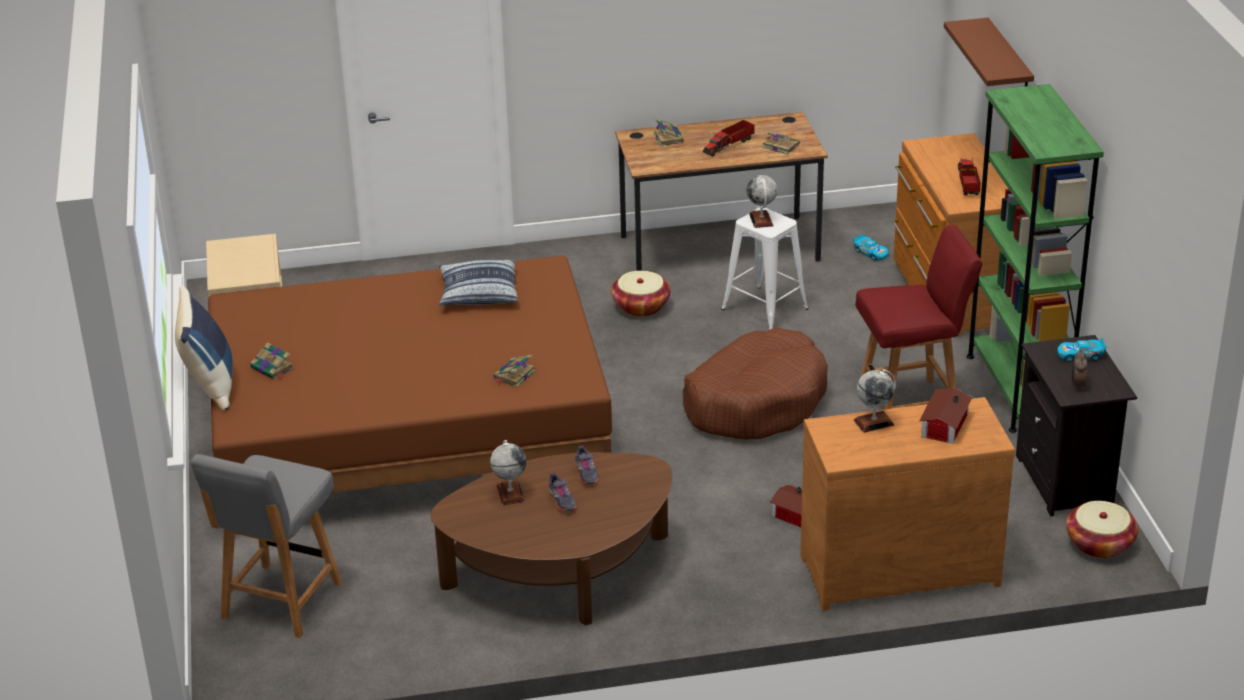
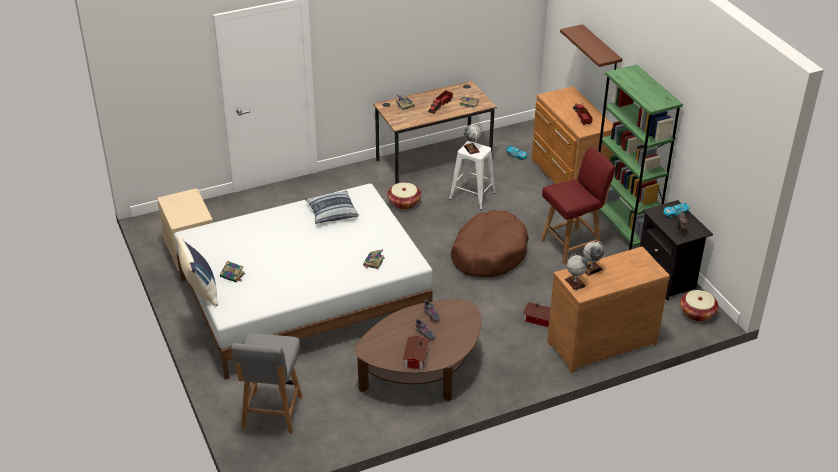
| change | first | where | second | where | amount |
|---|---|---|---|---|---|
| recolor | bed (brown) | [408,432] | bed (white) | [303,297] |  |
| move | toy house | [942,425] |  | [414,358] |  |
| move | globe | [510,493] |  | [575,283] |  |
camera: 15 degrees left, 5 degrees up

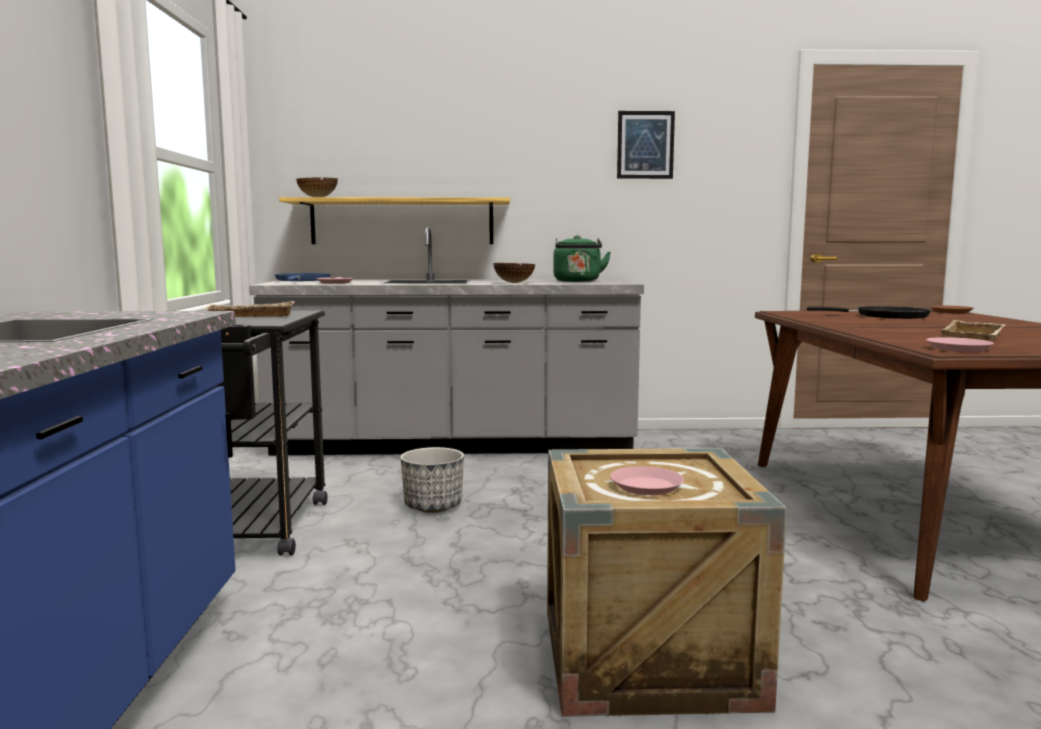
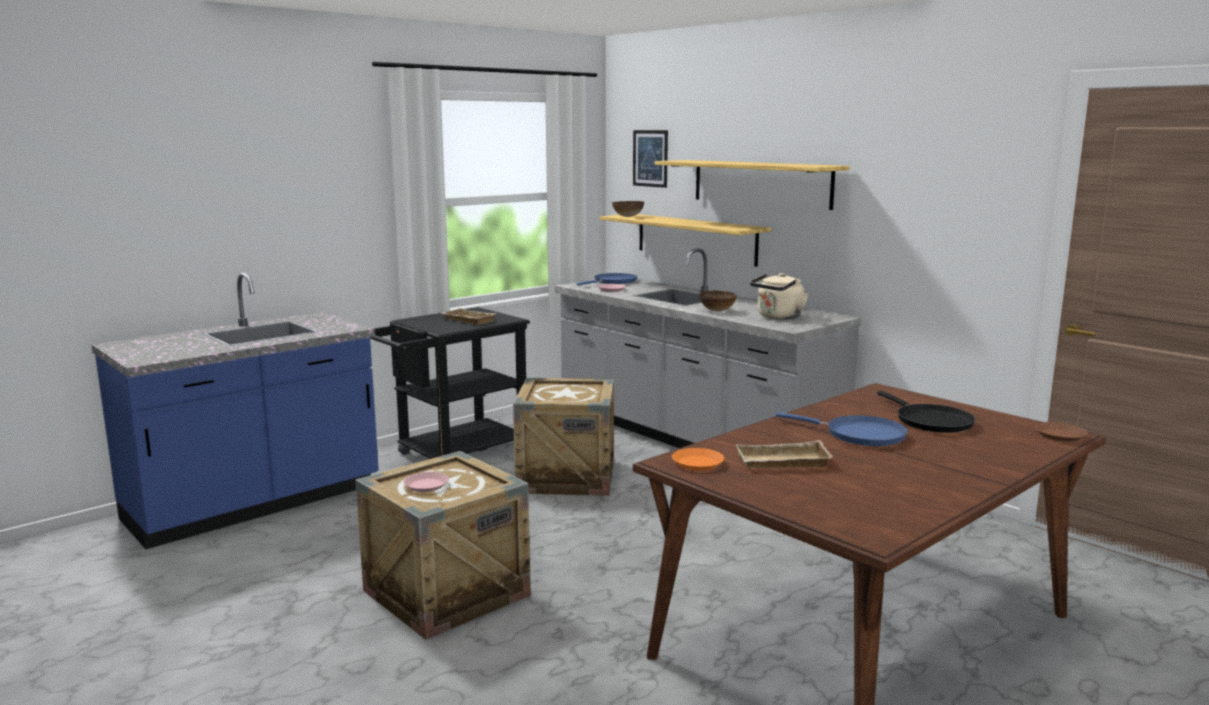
| change | first | where | second | where | amount |
|---|---|---|---|---|---|
| replace | planter | [433,506] | crate | [566,477] |  |
| move | picture | [645,145] |  | [650,158] |  |
| insert |  |  | shelf | [761,183] |  |
| recolor | plate (pink) | [958,349] | plate (orange) | [697,463] |  |
| recolor | kettle (green) | [577,281] | kettle (beige) | [778,317] |  |
| insert |  |  | frying pan (blue) | [859,435] |  |
camera: 50 degrees right, 5 degrees up

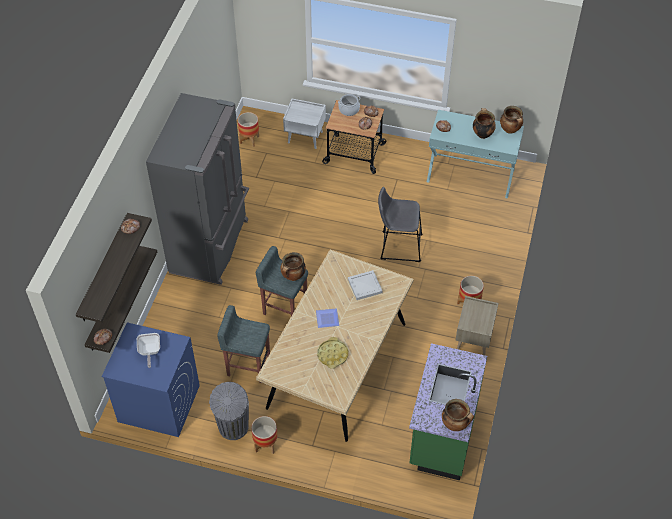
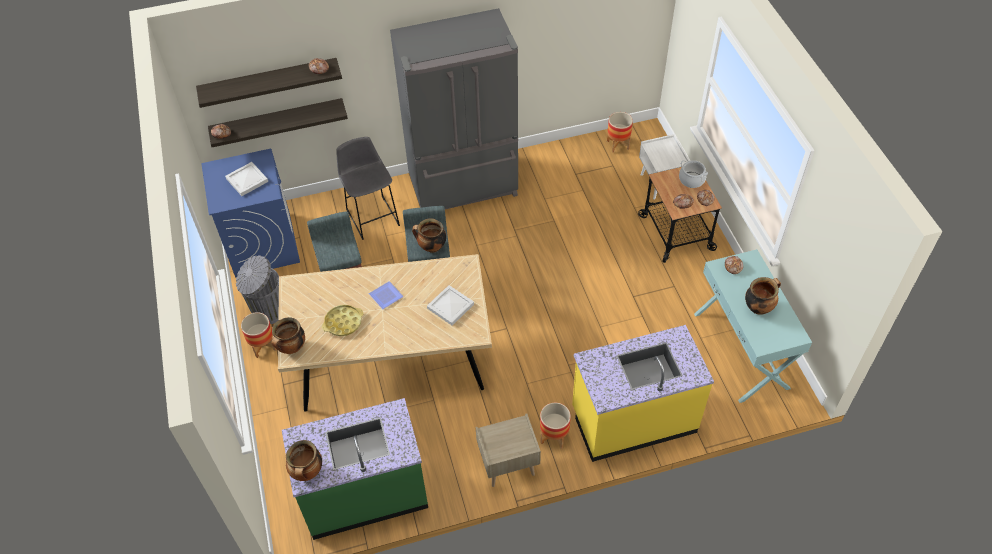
| change | first | where | second | where | amount |
|---|---|---|---|---|---|
| replace | frying pan | [149,352] | tray (white) | [246,180] |  |
| move | cooking pot | [510,130] |  | [291,348] |  |
| move | stool (grey) | [398,246] |  | [372,215] |  |
| insert |  |  | counter (yellow) | [633,419] |  |
camera: 60 degrees right, 0 degrees up

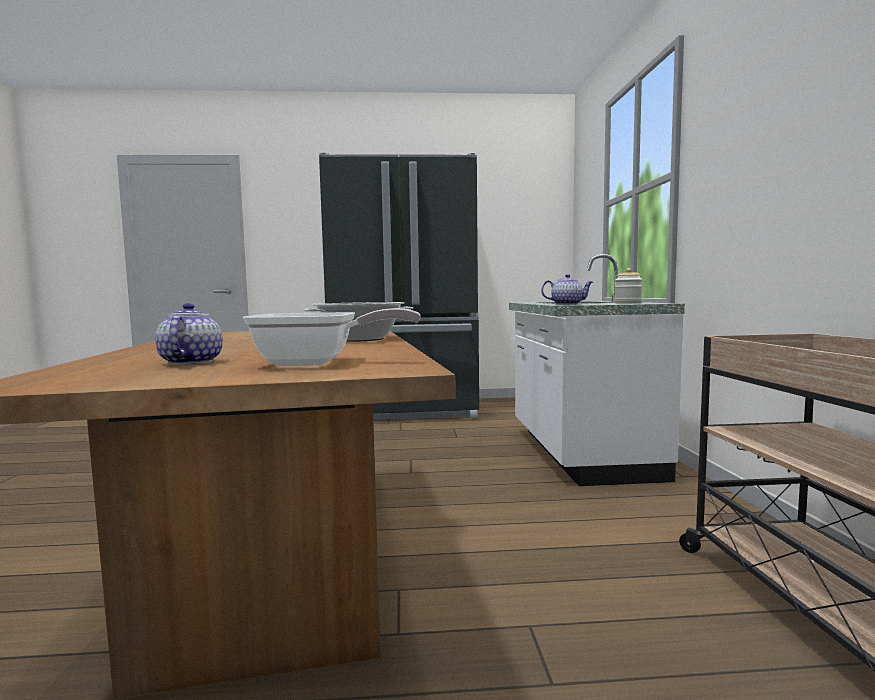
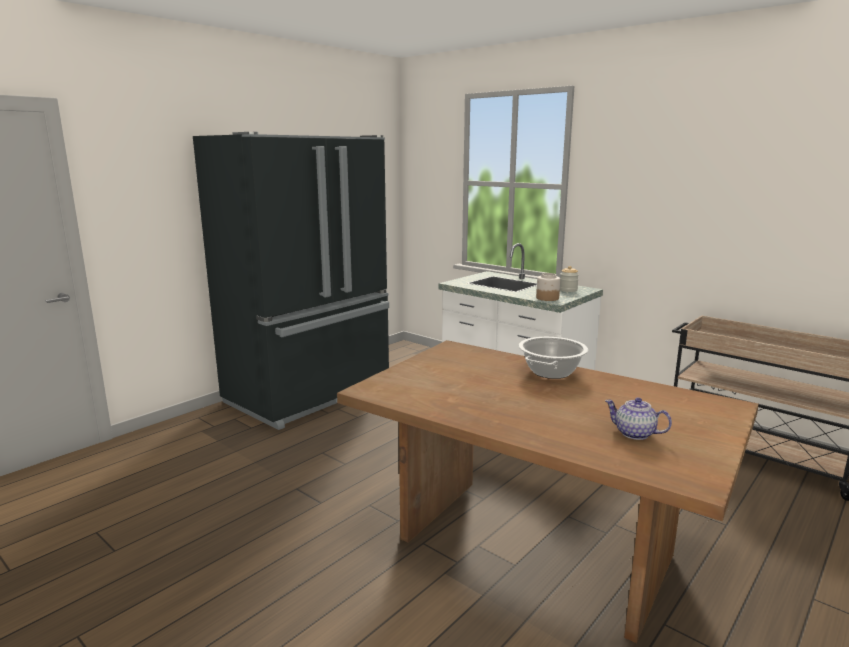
| change | first | where | second | where | amount |
|---|---|---|---|---|---|
| replace | teapot | [567,304] | jar | [547,298] |  |
| delete | frying pan | [317,363] |  |  |  |
camera: 45 degrees left, 10 degrees up

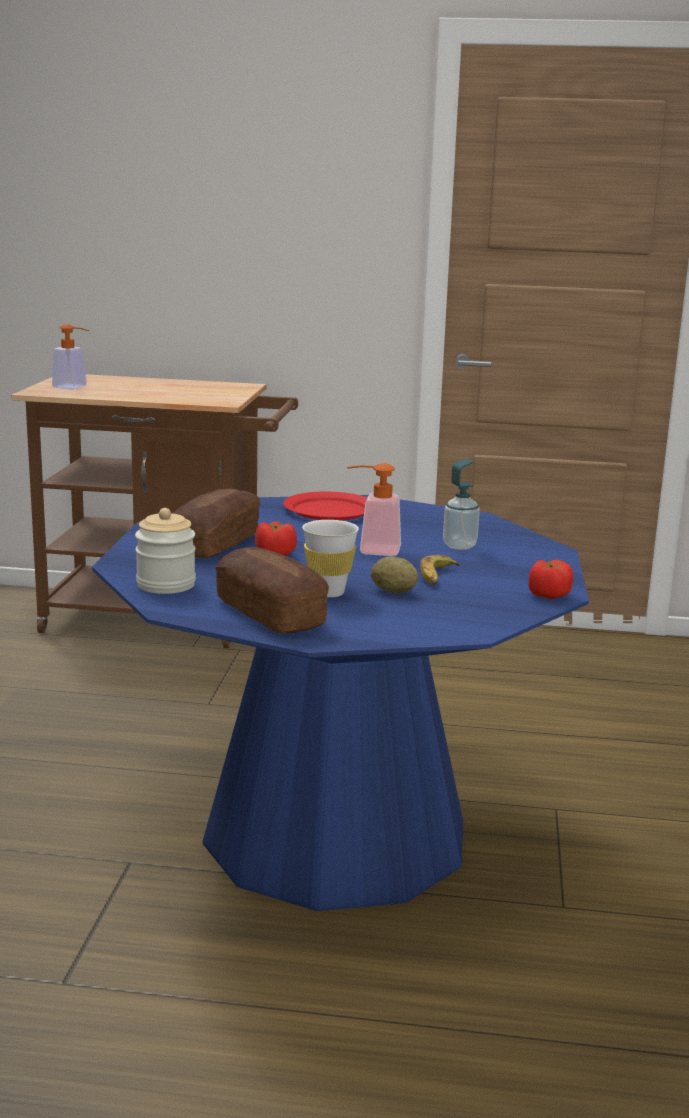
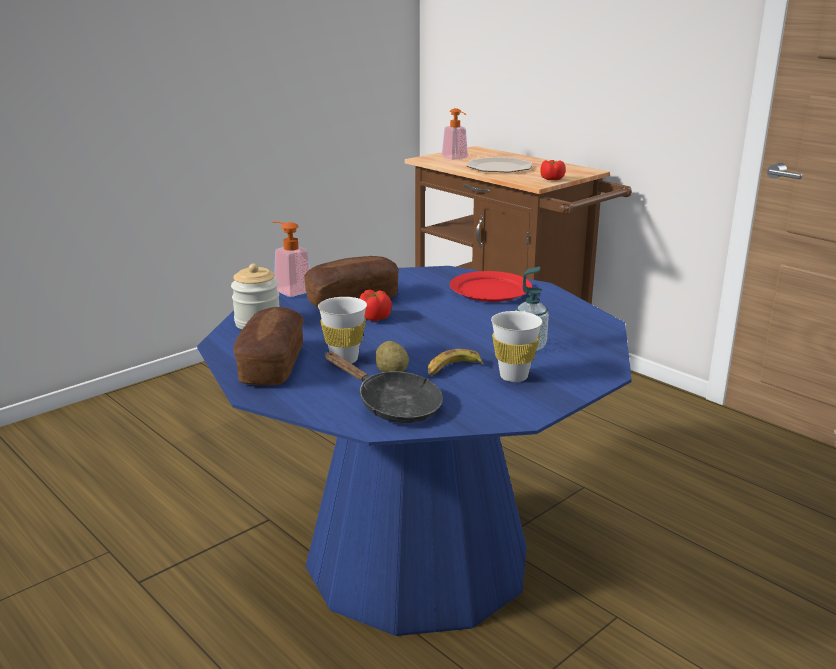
| change | first | where | second | where | amount |
|---|---|---|---|---|---|
| move | soap dispenser | [371,550] |  | [289,289] |  |
| insert |  |  | frying pan (black) | [392,405] |  |
| insert |  |  | plate | [499,167] |  |
| insert |  |  | cup (white) | [513,376] |  |
| move | tomato | [548,595] |  | [552,179] |  |
camera: 40 degrees right, 5 degrees up

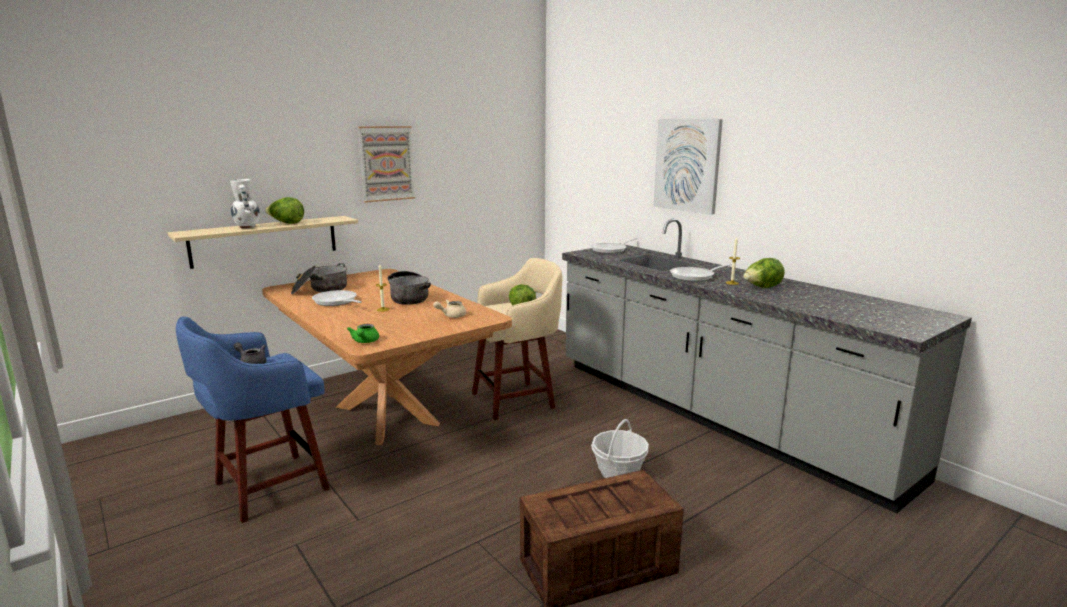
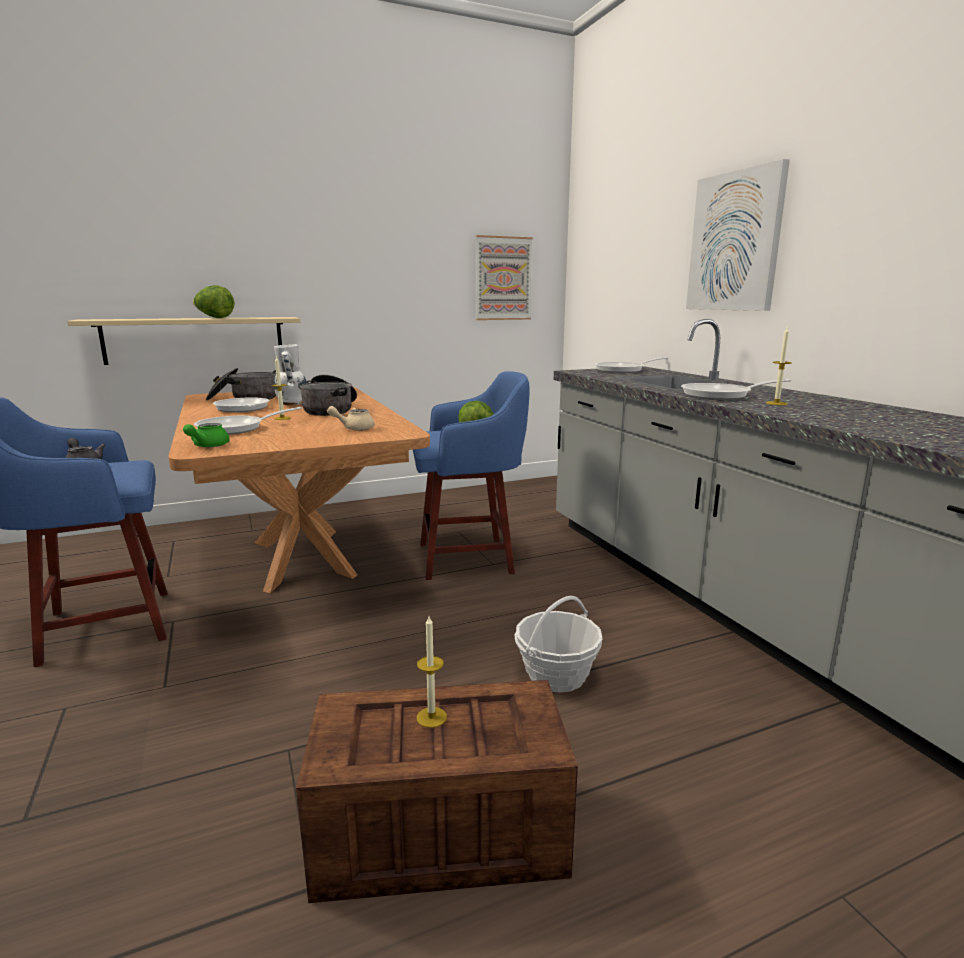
| change | first | where | second | where | amount |
|---|---|---|---|---|---|
| insert |  |  | frying pan | [237,428] |  |
| move | vase (white) | [247,227] |  | [291,404] |  |
| recolor | stool (beige) | [515,400] | stool (blue) | [469,558] |  |
| insert |  |  | candle | [431,717] |  |
| move | picture | [386,163] |  | [503,278] |  |
| delete | lettuce | [761,288] |  |  |  |
camera: 15 degrees right, 0 degrees up

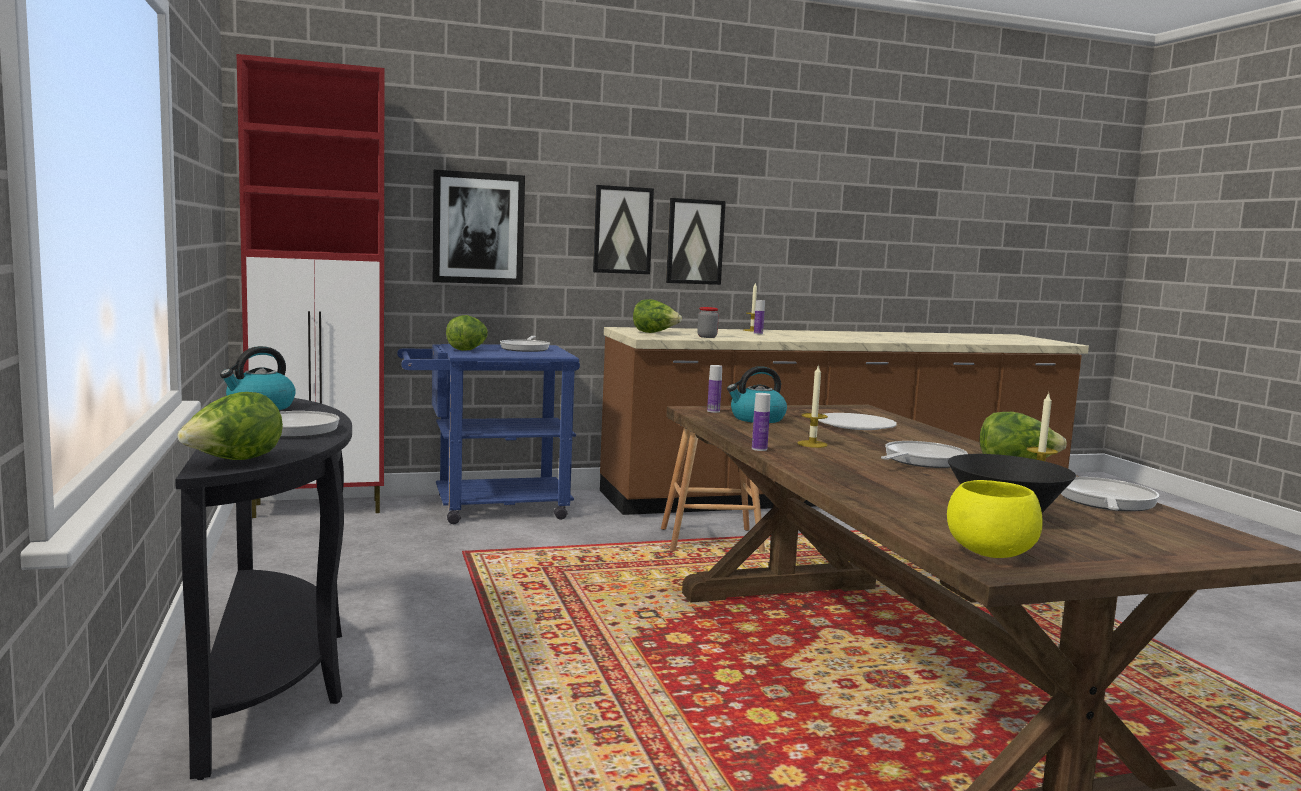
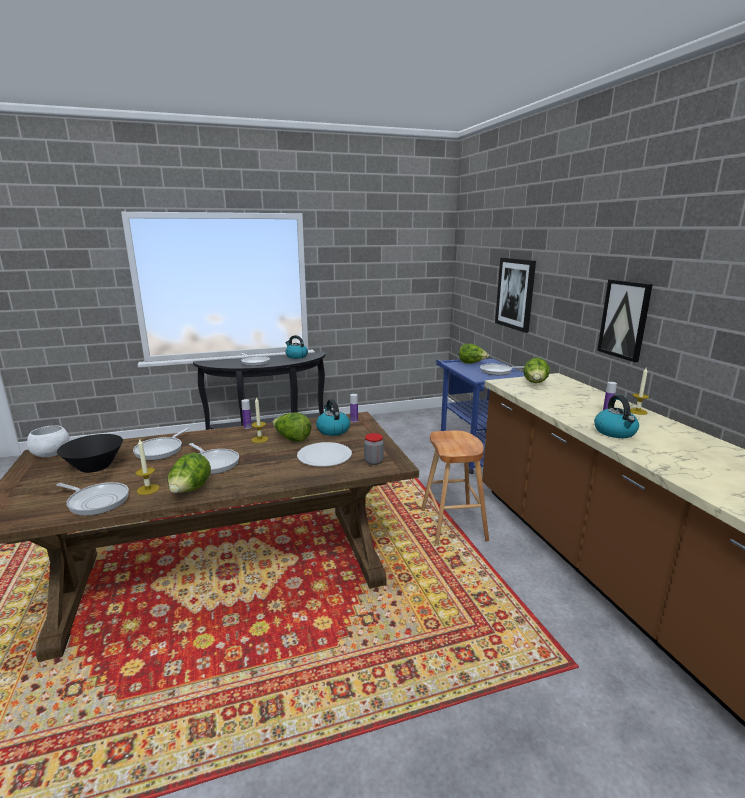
| change | first | where | second | where | amount |
|---|---|---|---|---|---|
| recolor | bowl (yellow) | [990,554] | bowl (white) | [52,455] |  |
| insert |  |  | frying pan | [161,450] |  |
| move | lettuce | [233,461] |  | [292,439] |  |
| move | jar | [707,337] |  | [373,461] |  |
| insert |  |  | kettle | [615,432] |  |
| delete | cabinet (red) | [319,508] |  |  |  |
| delete | picture | [622,230] |  |  |  |
camera: 90 degrees right, 10 degrees up

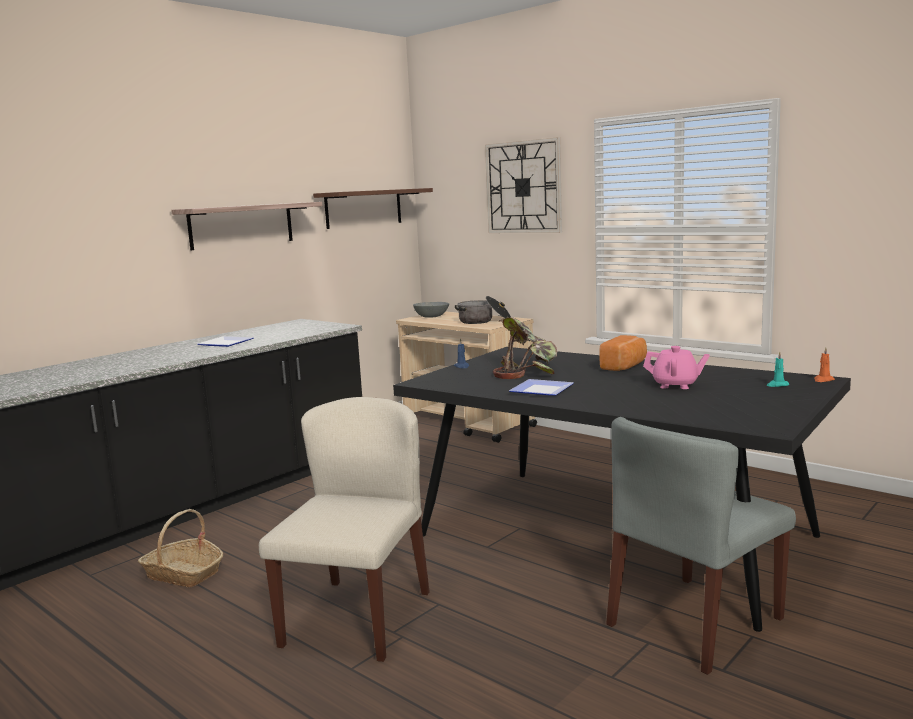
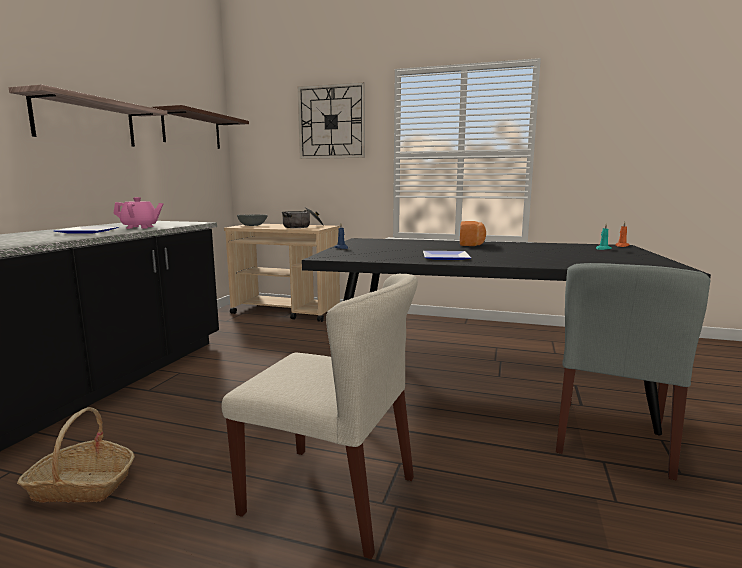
| change | first | where | second | where | amount |
|---|---|---|---|---|---|
| move | teapot (pink) | [675,385] |  | [140,227] |  |
| rotate | chair (beige) | [357,617] |  | [331,495] | 120 degrees clockwise |
| delete | potted plant | [527,372] |  |  |  |
camera: 25 degrees left, 0 degrees up

